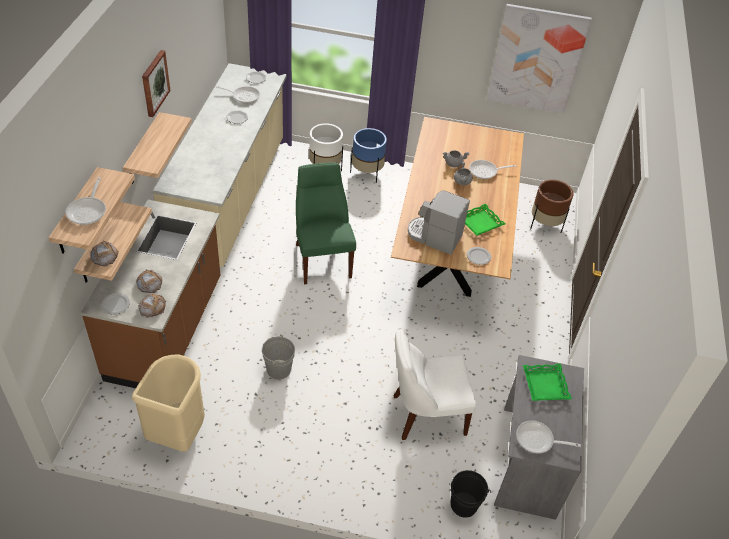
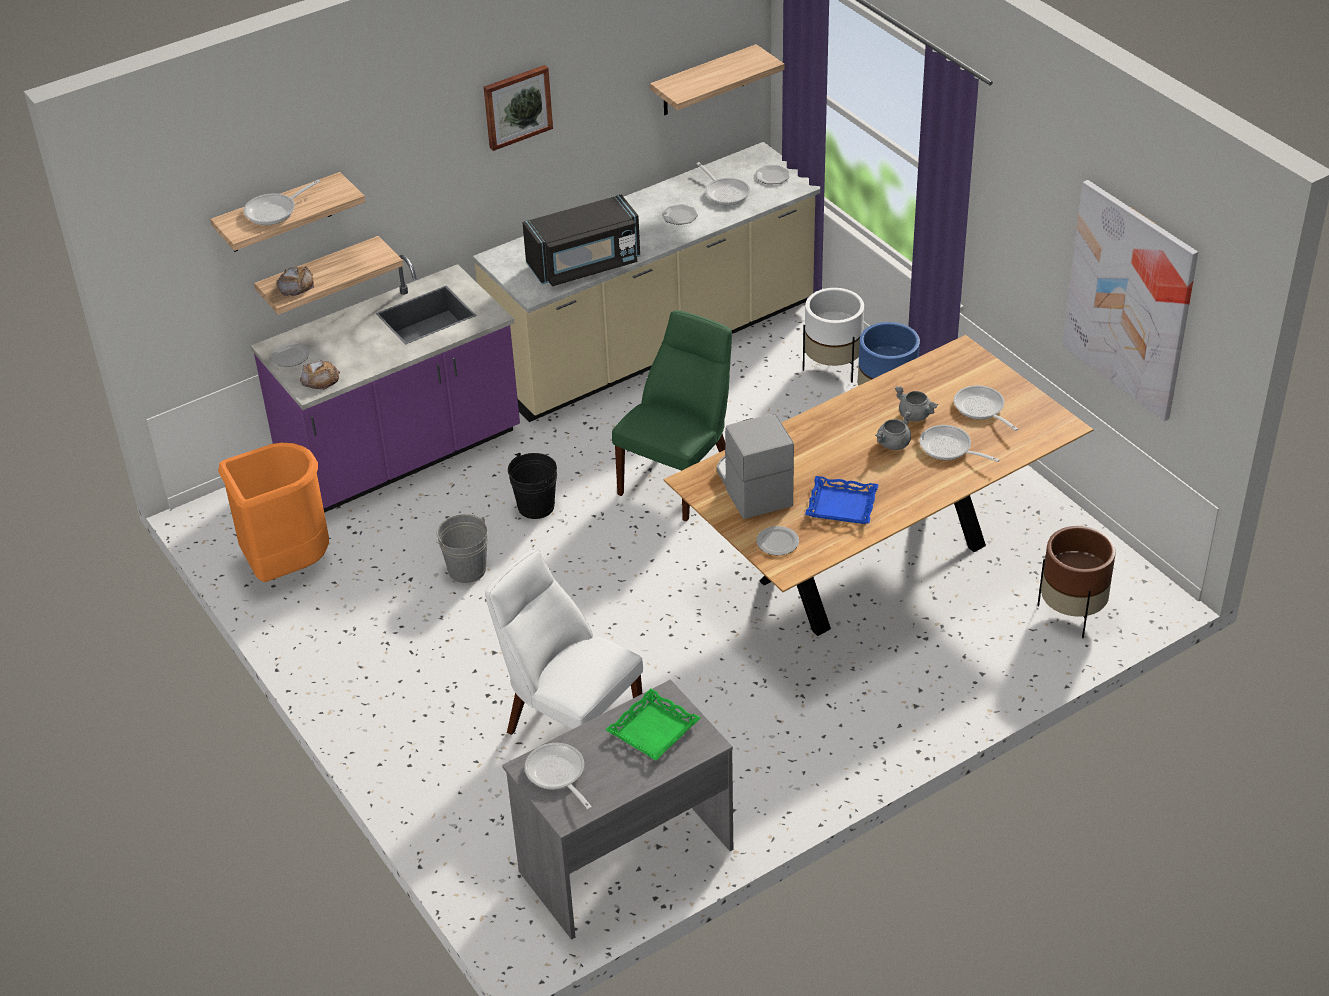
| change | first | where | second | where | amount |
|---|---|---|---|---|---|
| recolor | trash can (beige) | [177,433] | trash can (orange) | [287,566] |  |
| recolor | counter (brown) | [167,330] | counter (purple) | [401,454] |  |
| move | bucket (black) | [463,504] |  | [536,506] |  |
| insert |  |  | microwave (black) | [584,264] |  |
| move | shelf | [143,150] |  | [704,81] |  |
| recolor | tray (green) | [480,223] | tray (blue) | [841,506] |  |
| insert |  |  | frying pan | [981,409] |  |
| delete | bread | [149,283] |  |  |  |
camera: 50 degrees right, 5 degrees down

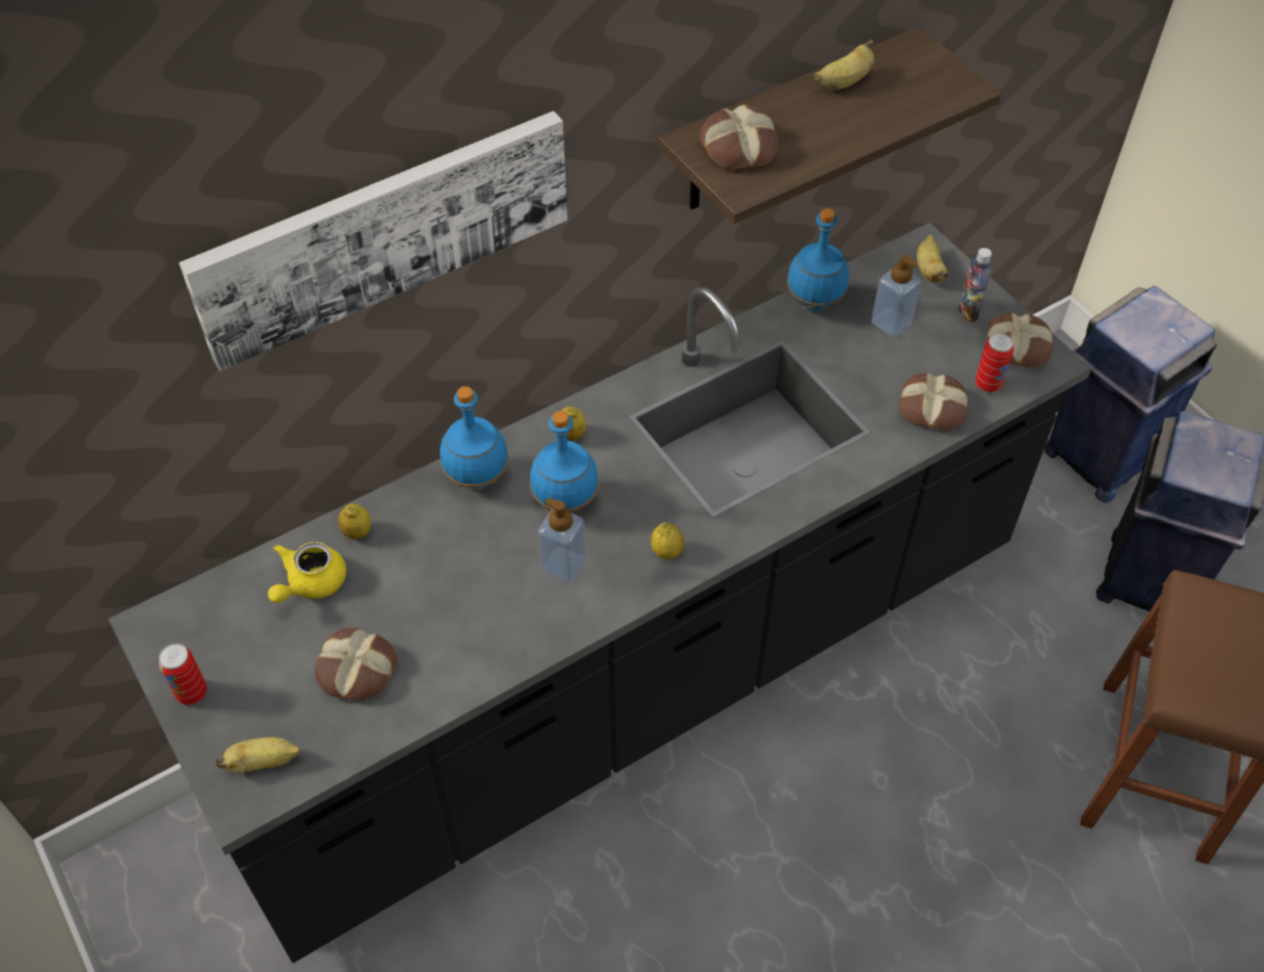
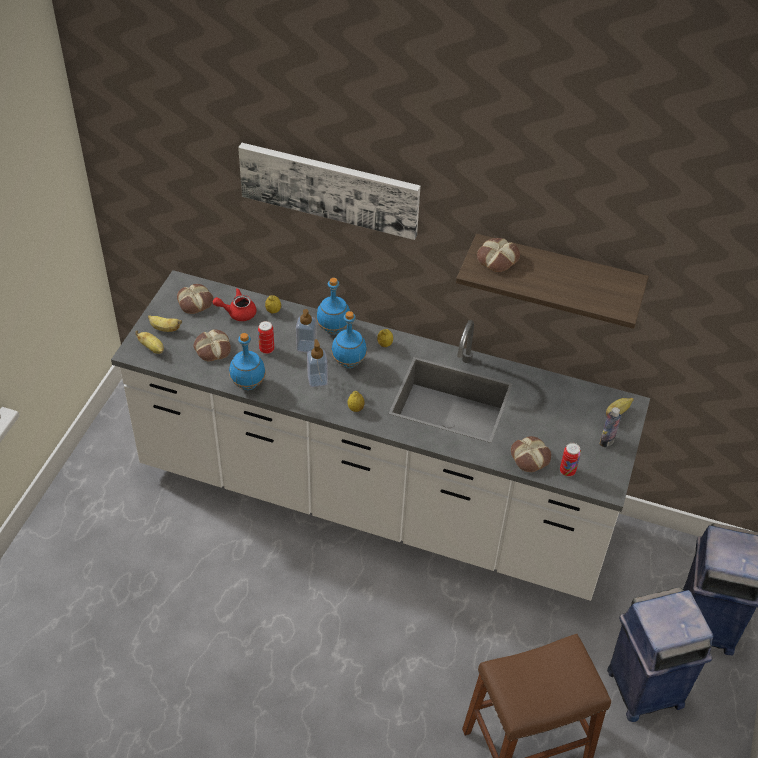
| change | first | where | second | where | amount |
|---|---|---|---|---|---|
| recolor | counter (black) | [631,678] | counter (white) | [373,500] |  |
| move | banana | [844,82] |  | [164,329] |  |
| move | bread | [1017,346] |  | [195,302] |  |
| recolor | teapot (yellow) | [310,583] | teapot (red) | [237,312] |  |
| move | bottle (blue) | [813,303] |  | [248,384] |  |
| move | can | [192,692] |  | [266,349] |  |
| move | soap dispenser | [891,323] |  | [306,346] |  |
camera: 50 degrees right, 5 degrees down

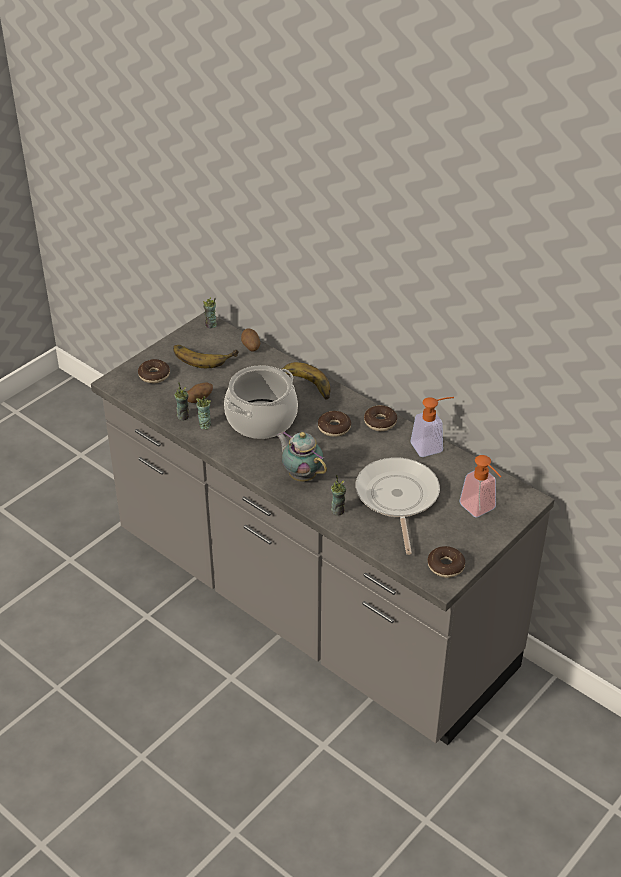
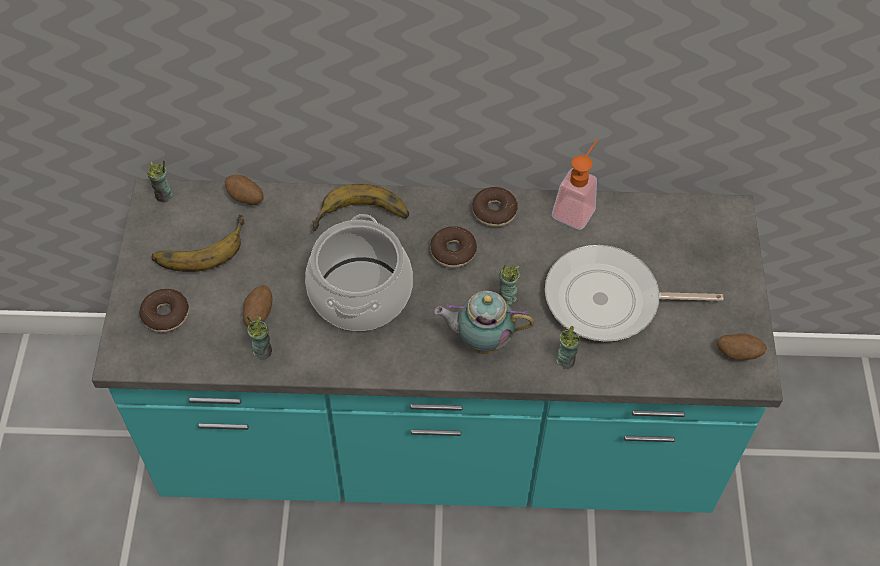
| change | first | where | second | where | amount |
|---|---|---|---|---|---|
| recolor | counter (grey) | [310,604] | counter (turquoise) | [437,439] |  |
| move | cup | [204,425] |  | [507,297] |  |
| rotate | frying pan | [397,498] |  | [609,300] | 45 degrees counterclockwise |
| replace | donut | [445,566] | potato | [738,353] |  |
| delete | soap dispenser | [481,510] |  |  |  |
camera: 40 degrees left, 15 degrees up

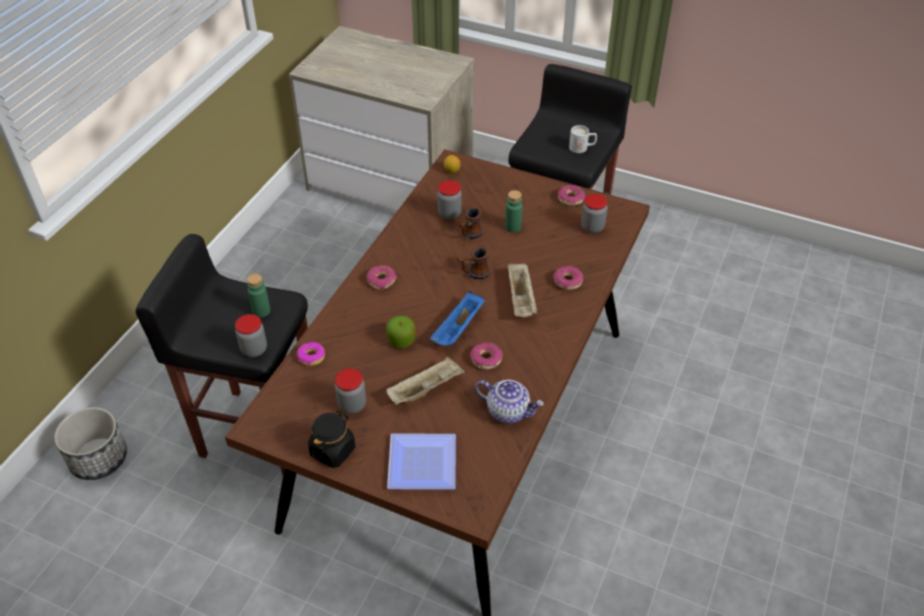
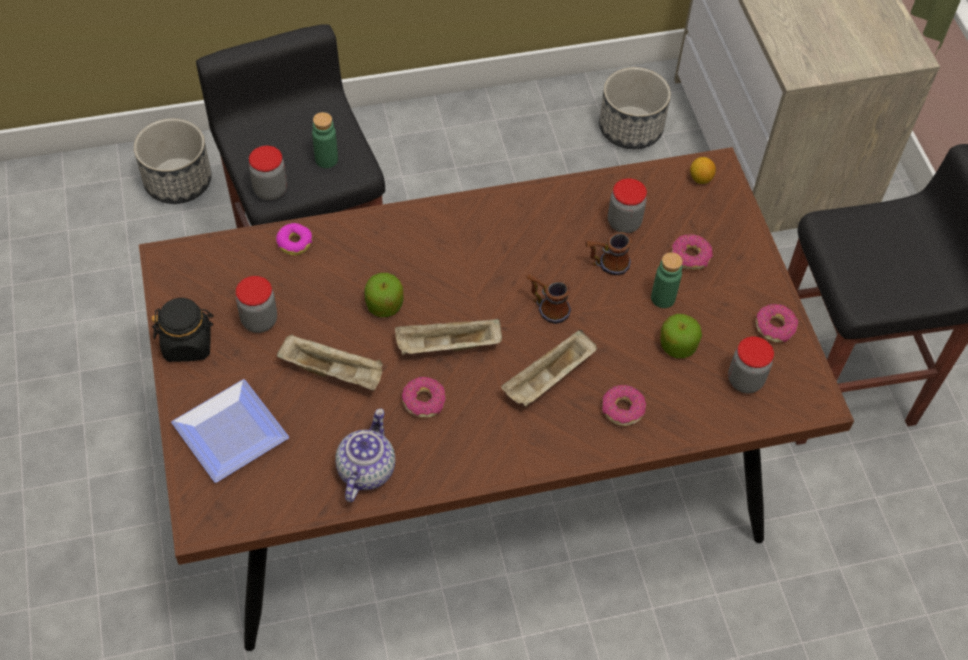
| change | first | where | second | where | amount |
|---|---|---|---|---|---|
| rotate | teapot | [508,411] |  | [365,469] | 150 degrees counterclockwise |
| recolor | tray (blue) | [458,329] | tray (beige) | [447,347] |  |
| insert |  |  | planter | [631,128] |  |
| insert |  |  | apple | [677,345] |  |
| move | donut | [381,281] |  | [690,257] |  |
| delete | mug (white) | [582,148] |  |  |  |
camera: 50 degrees right, 10 degrees up

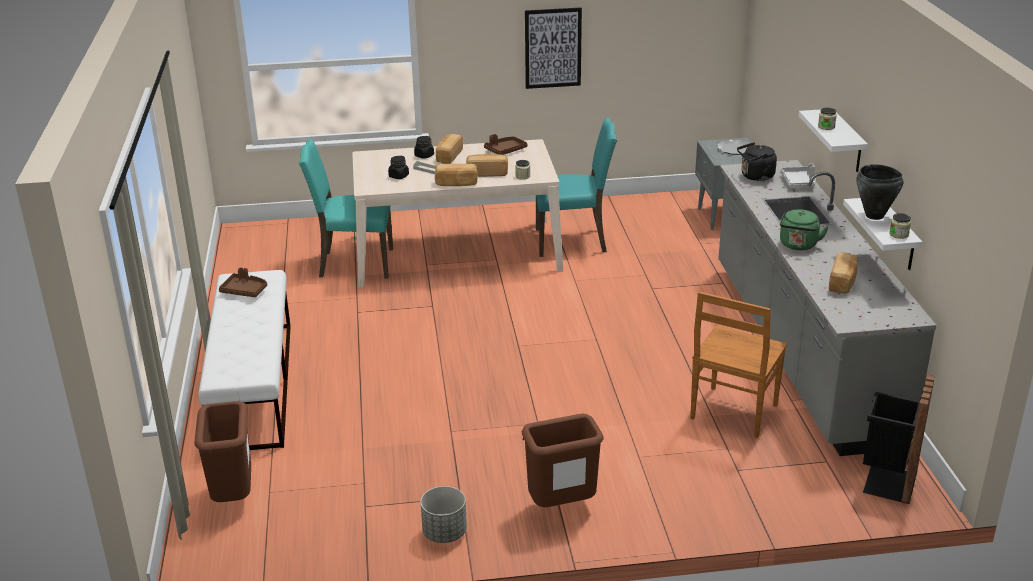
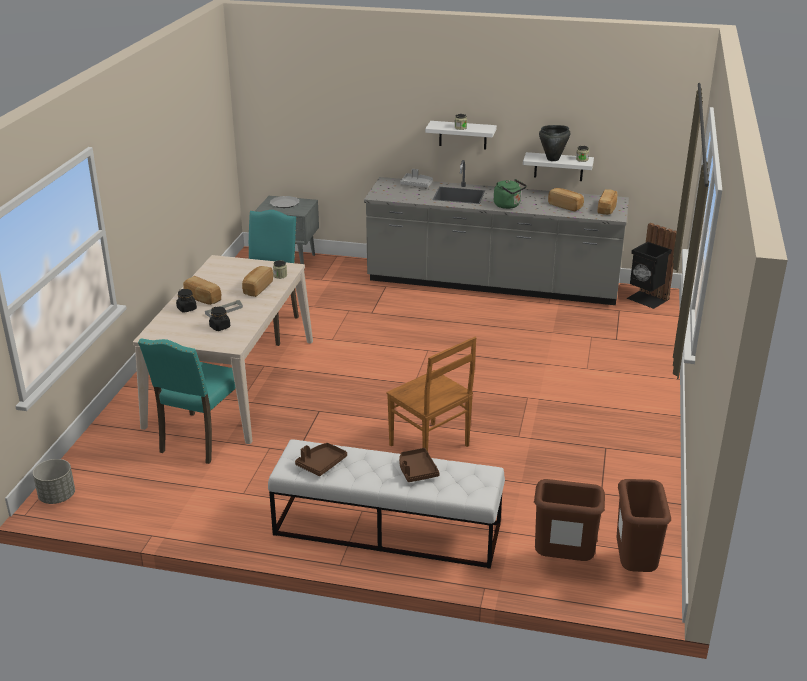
| change | first | where | second | where | amount |
|---|---|---|---|---|---|
| move | planter (grey) | [444,533] |  | [57,497] |  |
| move | chair (brown) | [732,413] |  | [430,446] |  |
| move | tray (brown) | [505,150] |  | [416,470] |  |
| move | bread | [456,184] |  | [607,209] |  |
| move | trash can (brown) | [561,508] |  | [635,566] |  |
| delete | picture | [553,48] |  |  |  |
| delete | kettle (black) | [755,177] |  |  |  |
camera: 70 degrees left, 0 degrees up

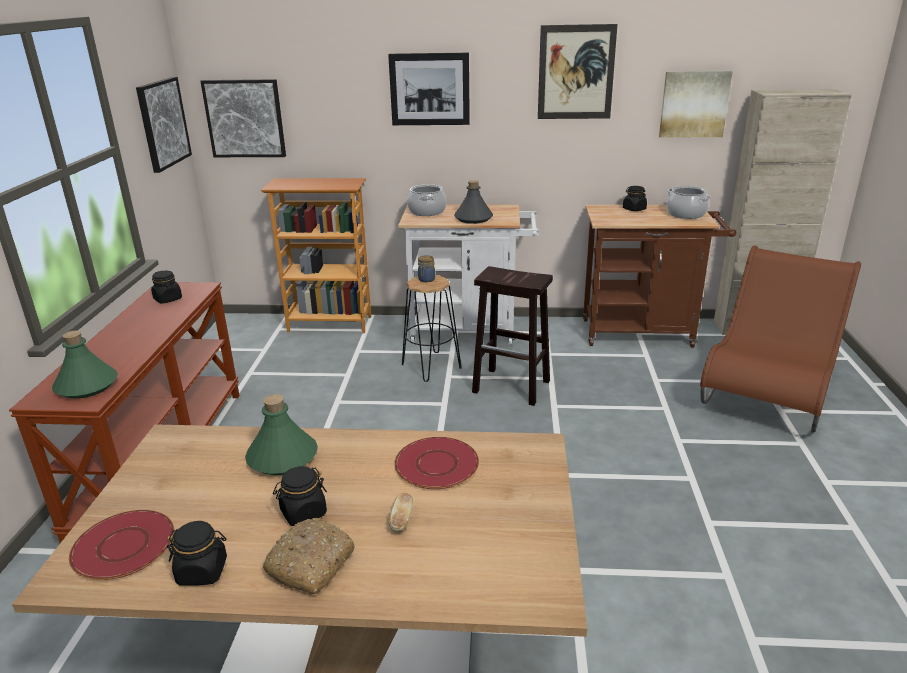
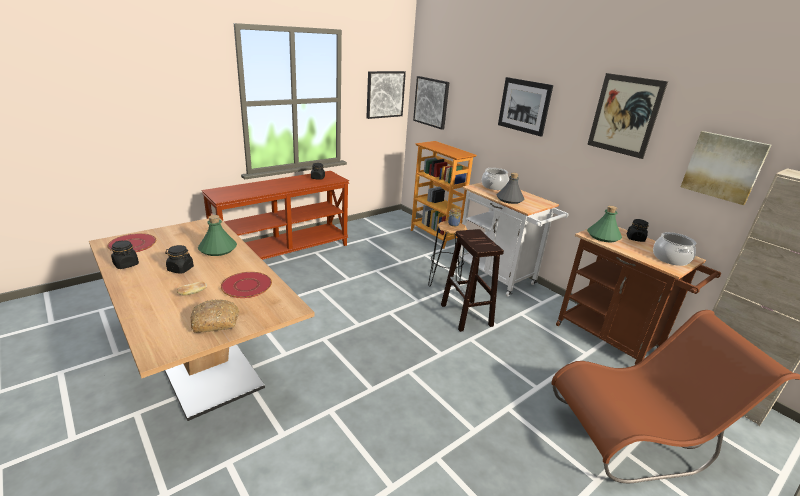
| change | first | where | second | where | amount |
|---|---|---|---|---|---|
| move | bread | [311,563] |  | [216,321] |  |
| move | bottle (green) | [87,386] |  | [603,236] |  |
camera: 45 degrees right, 0 degrees up

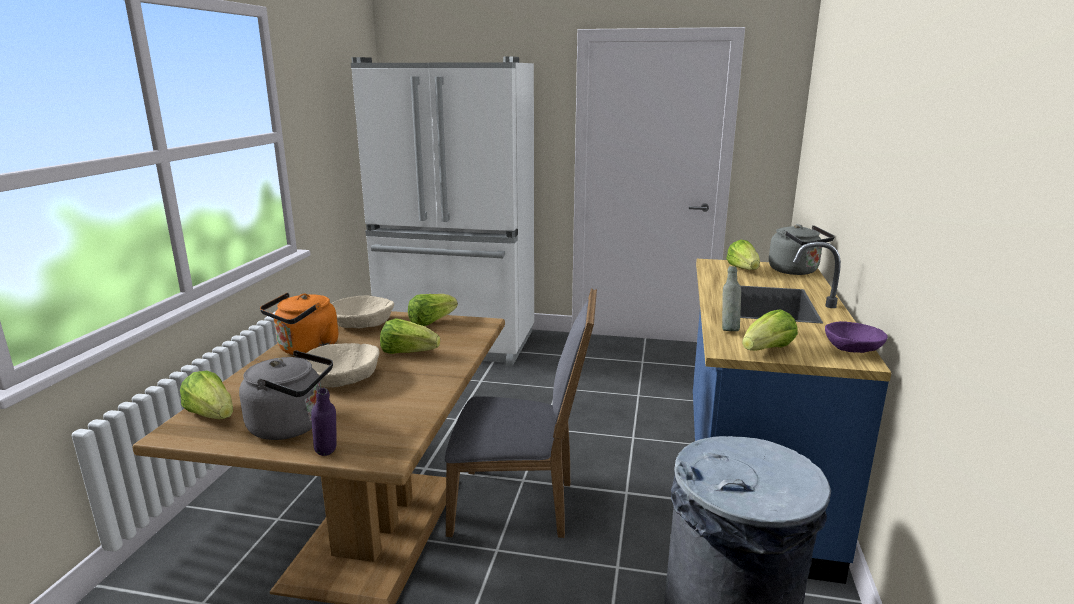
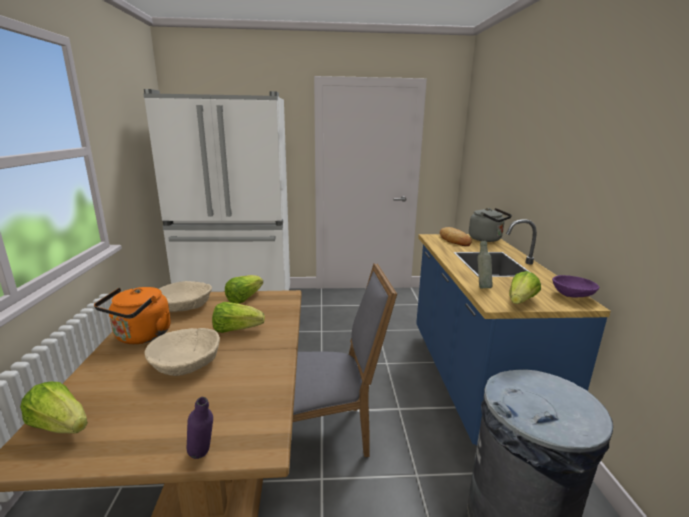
| change | first | where | second | where | amount |
|---|---|---|---|---|---|
| replace | lettuce | [743,269] | bread | [454,240] |  |
| delete | kettle (grey) | [292,426] |  |  |  |
camera: 15 degrees left, 0 degrees up

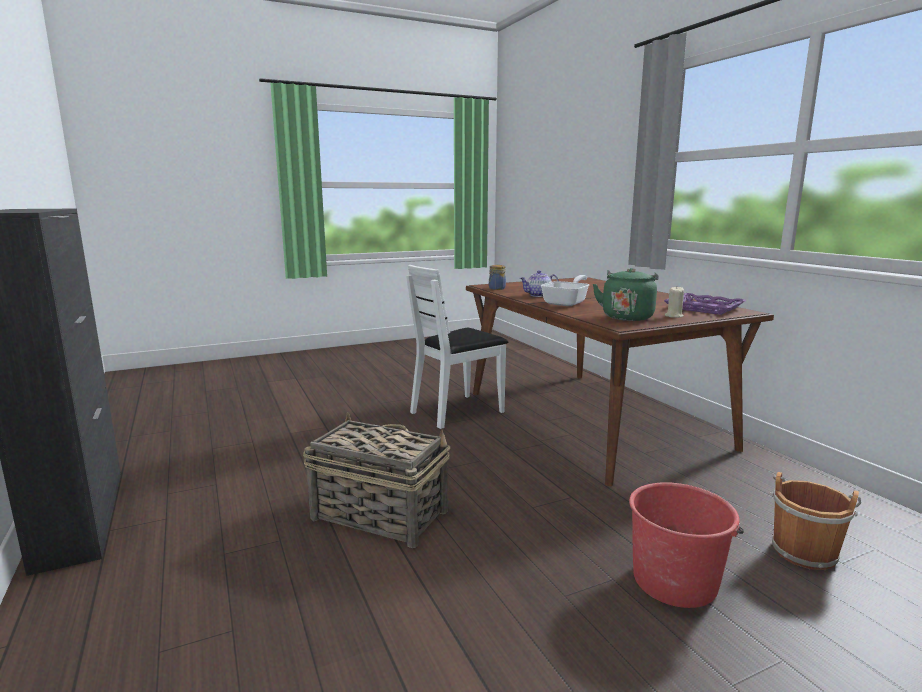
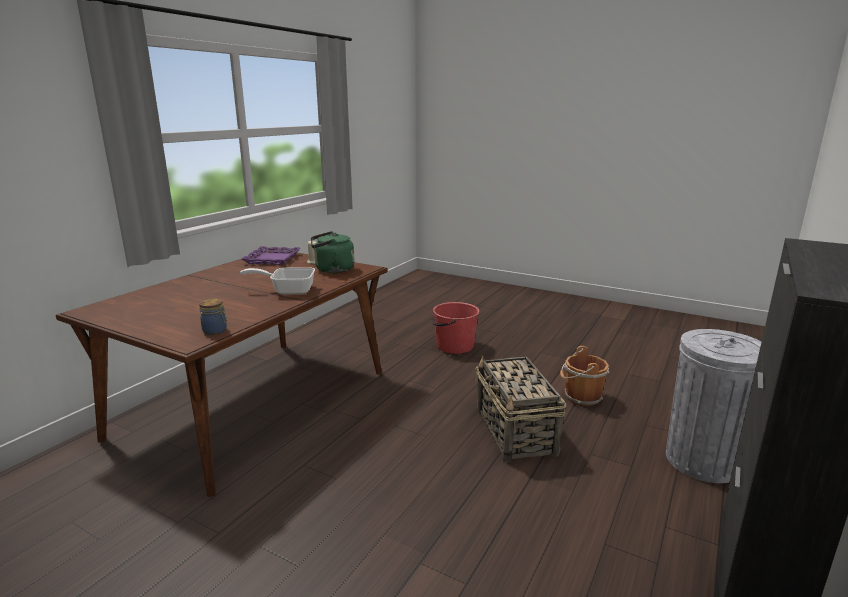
| change | first | where | second | where | amount |
|---|---|---|---|---|---|
| move | bucket (brown) | [803,551] |  | [581,397] |  |
| insert |  |  | trash can (grey) | [702,461] |  |
| delete | chair (white) | [457,411] |  |  |  |
| delete | teapot | [538,295] |  |  |  |
camera: 125 degrees left, 5 degrees up

